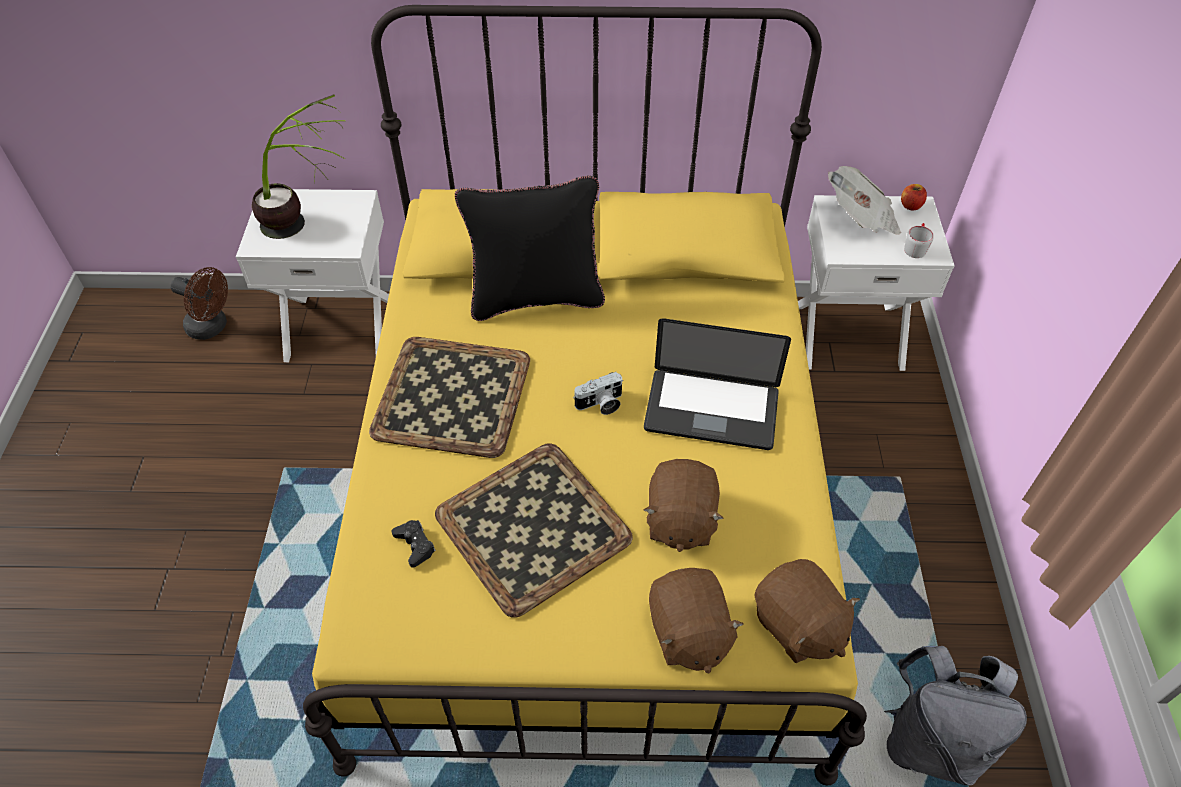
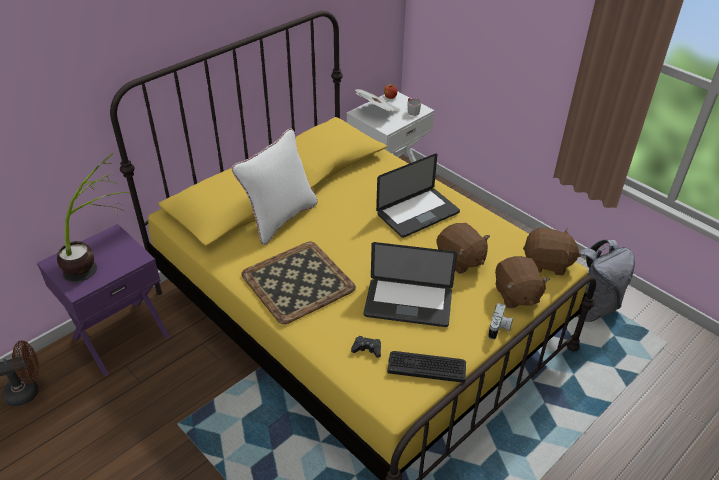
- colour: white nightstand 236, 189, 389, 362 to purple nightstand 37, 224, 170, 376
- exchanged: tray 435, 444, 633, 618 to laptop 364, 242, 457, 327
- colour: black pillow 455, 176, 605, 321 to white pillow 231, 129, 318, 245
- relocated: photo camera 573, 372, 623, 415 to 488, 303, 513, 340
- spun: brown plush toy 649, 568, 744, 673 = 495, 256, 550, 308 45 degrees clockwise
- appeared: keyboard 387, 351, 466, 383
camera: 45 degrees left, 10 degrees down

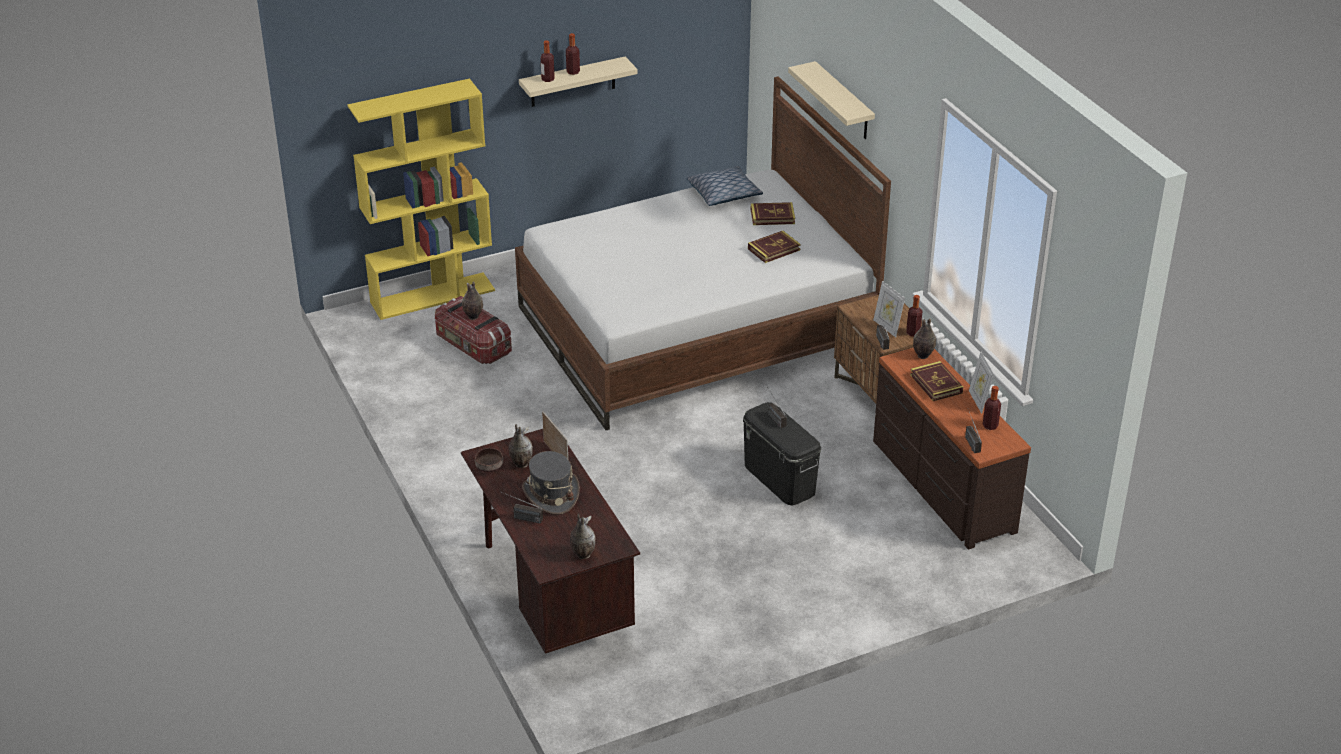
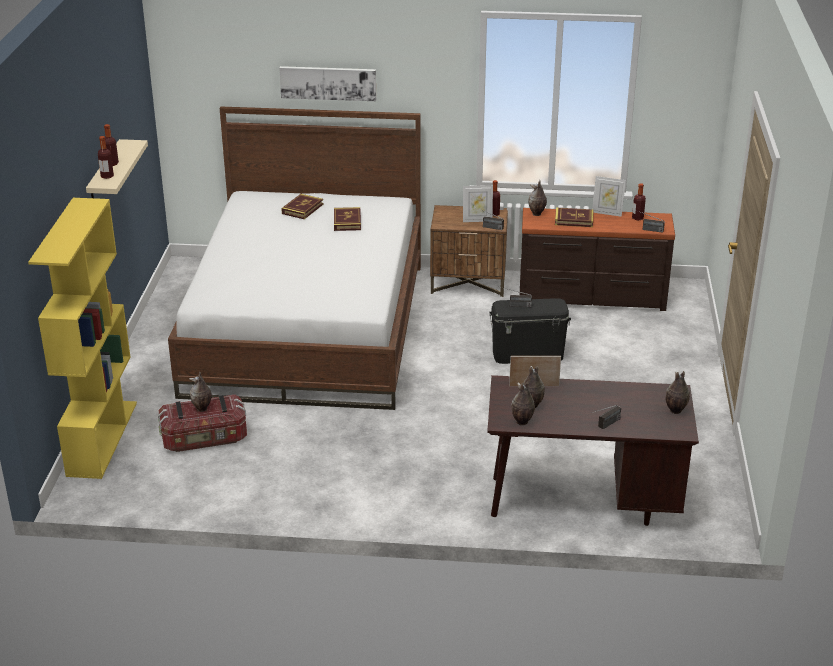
- exchanged: brown bowl 475, 448, 504, 472 to vase 511, 381, 535, 425
- missing: grey hat 522, 451, 580, 515
- missing: pillow 686, 166, 763, 206
- exchanged: beige shelf 788, 61, 875, 139 to picture 279, 66, 376, 101
camera: 60 degrees left, 5 degrees down

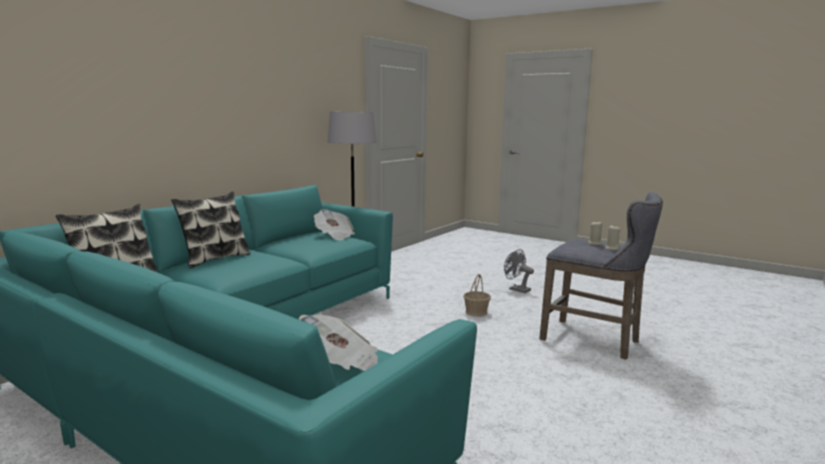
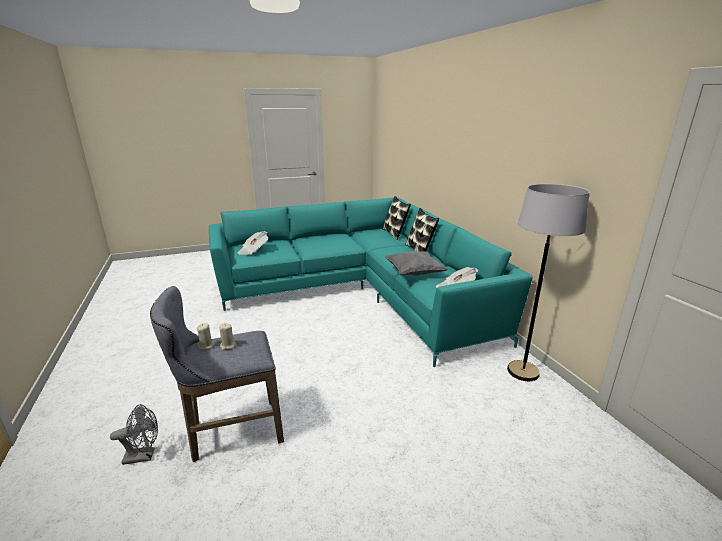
- missing: basket 463, 274, 491, 317
- relocated: grey fan 504, 249, 534, 293 to 110, 404, 158, 465
- appeared: grey pillow 385, 251, 449, 276
camera: 125 degrees right, 10 degrees up

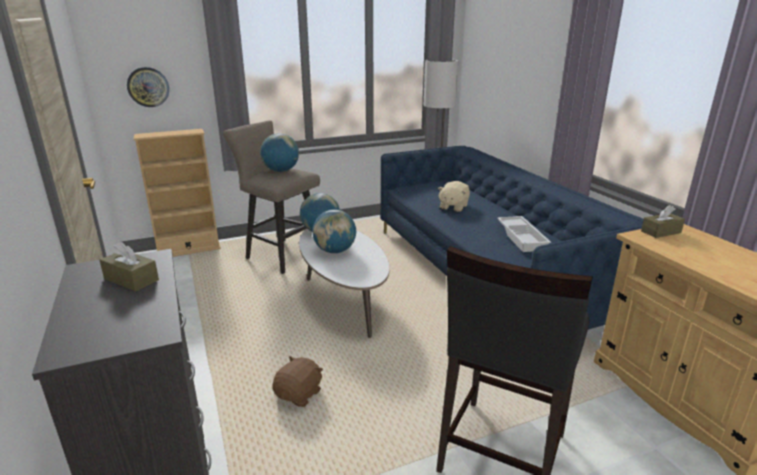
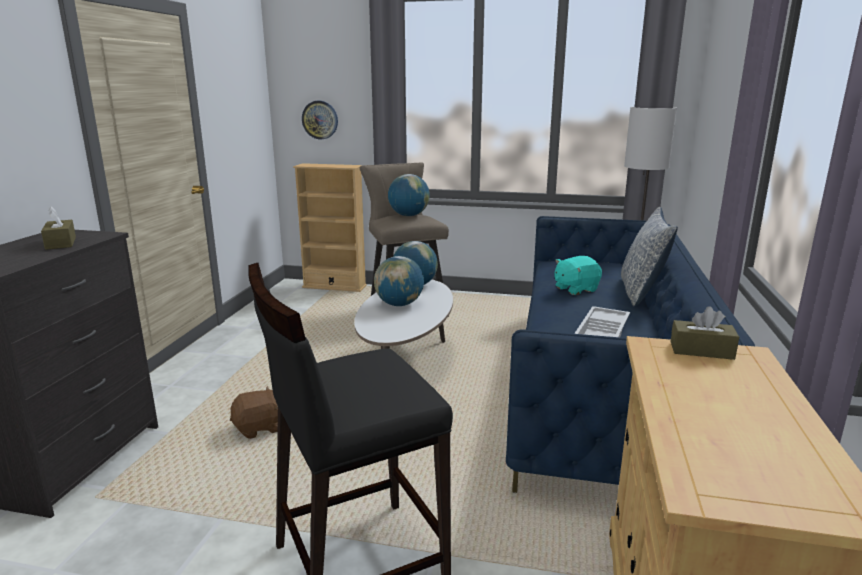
- colour: beige plush toy 438, 181, 470, 212 to turquoise plush toy 554, 256, 602, 295
- appeared: pillow 621, 207, 678, 307
camera: 35 degrees right, 5 degrees down

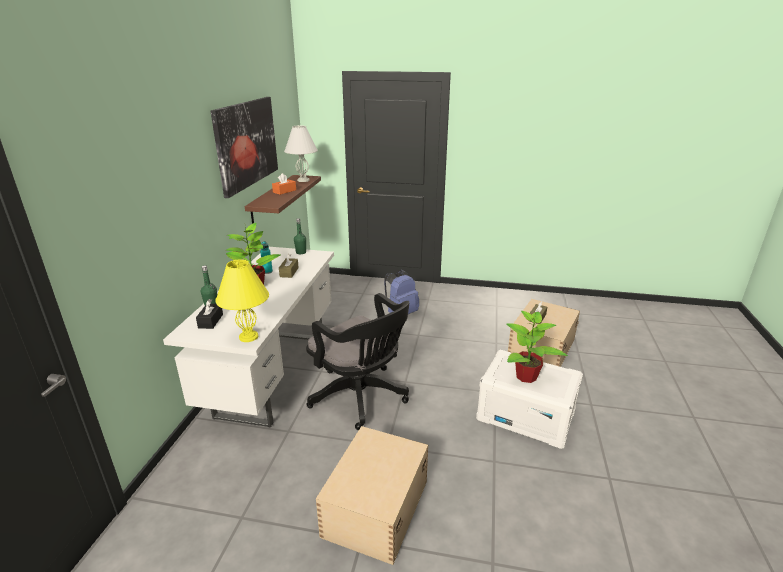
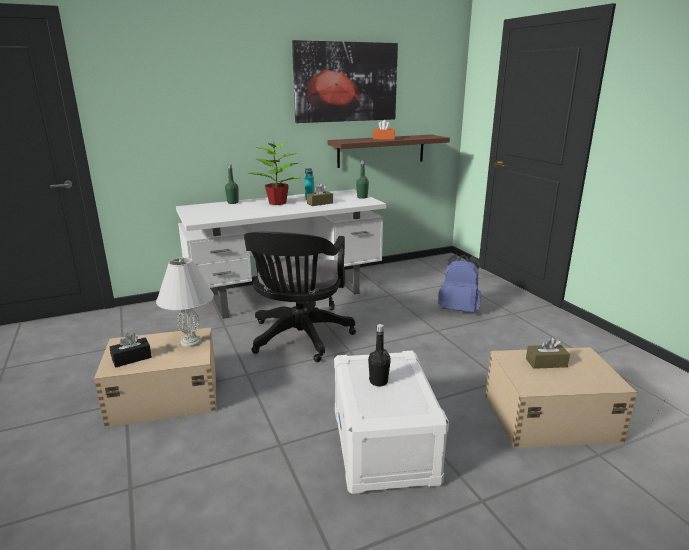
- relocated: black tissue box 196, 299, 223, 329 to 110, 333, 152, 367
- missing: yellow table lamp 215, 259, 269, 342
- relocated: white table lamp 284, 125, 318, 182 to 156, 258, 214, 347
- exchanged: potted plant 506, 311, 568, 383 to black bottle 368, 324, 391, 387
camera: 55 degrees right, 5 degrees down

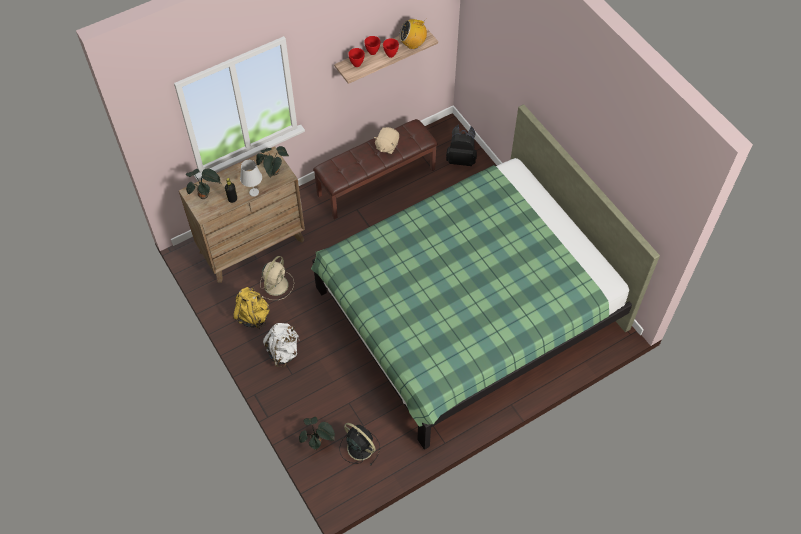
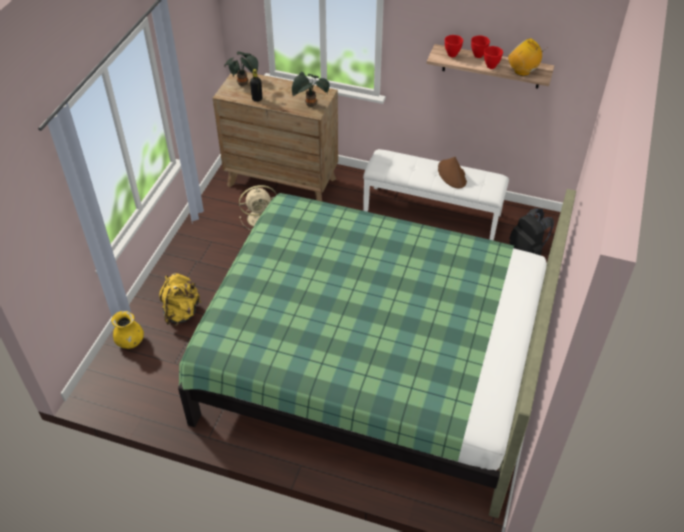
- relocated: yellow backpack 233, 287, 270, 329 to 159, 273, 201, 326
- missing: white table lamp 240, 160, 262, 196
- missing: white backpack 263, 323, 299, 367
- exchanged: potted plant 299, 417, 335, 451 to yellow vase 111, 311, 144, 349
- colour: brown bench 313, 119, 438, 219 to white bench 363, 149, 509, 240
- missing: black fan 339, 423, 380, 465
- exchanged: beige plush toy 374, 127, 399, 154 to brown hat 438, 157, 467, 188
camera: 50 degrees right, 10 degrees down

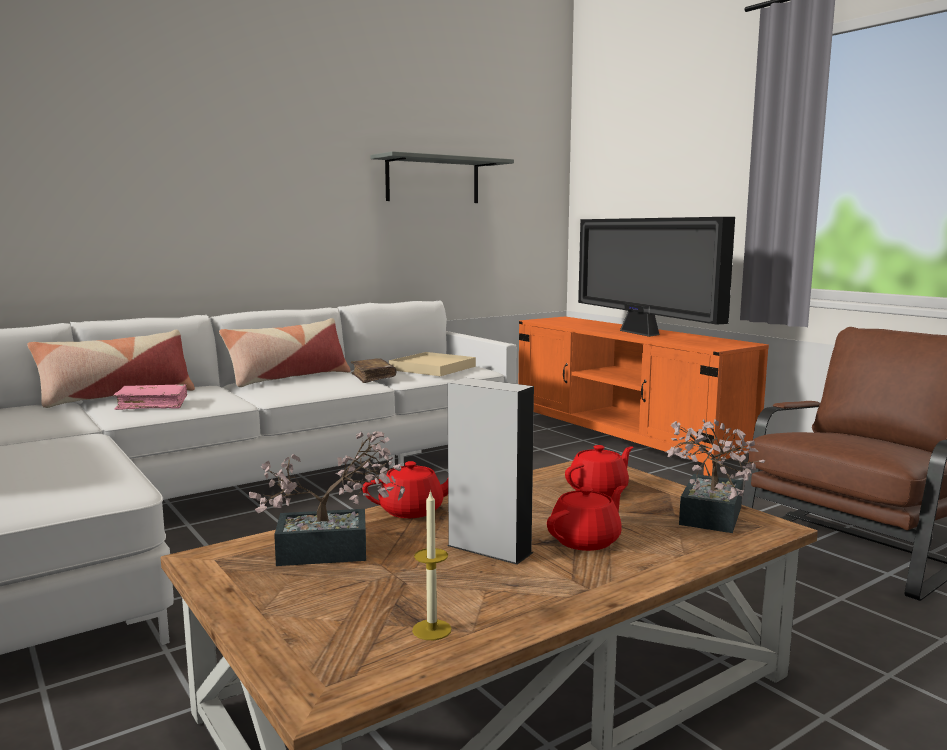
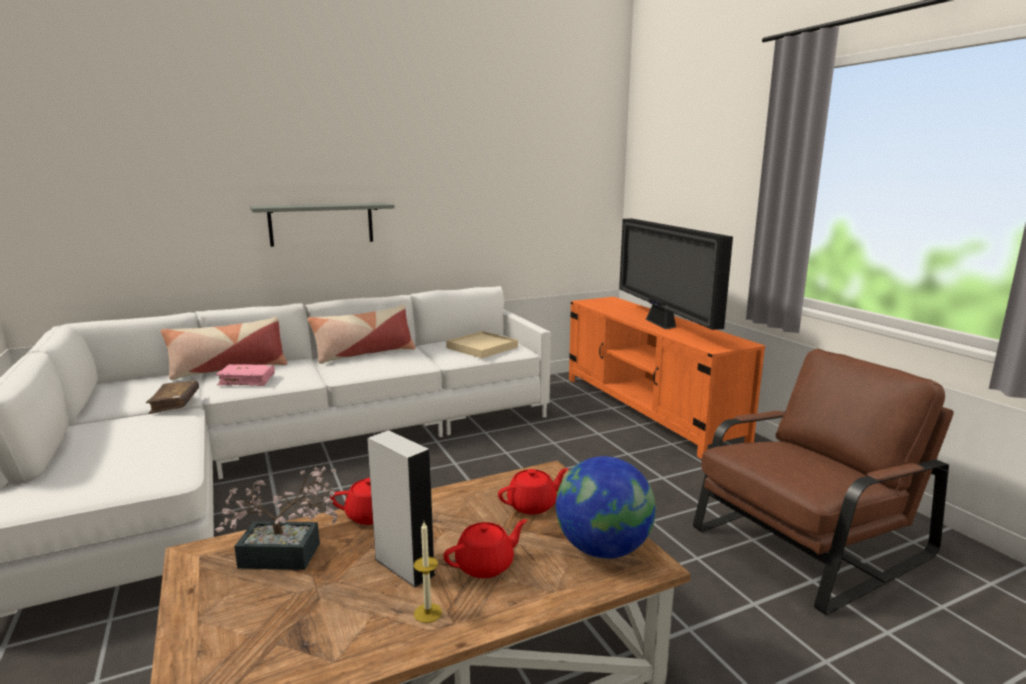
- relocated: brown book 351, 358, 396, 383 to 146, 381, 199, 414
- relocated: grey shelf 370, 151, 514, 203 to 250, 203, 395, 247
- relocated: candle 412, 490, 452, 640 to 414, 522, 442, 623
- exchanged: potted plant 666, 419, 766, 533 to globe 556, 456, 656, 559
camera: 10 degrees right, 5 degrees up

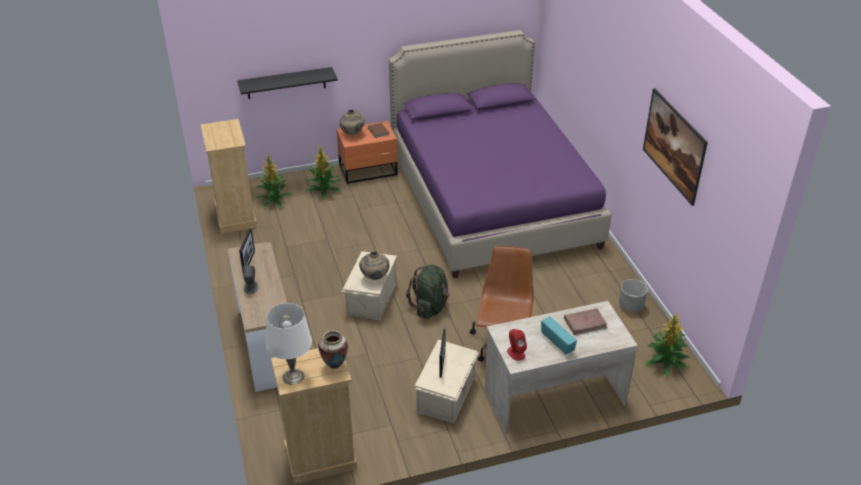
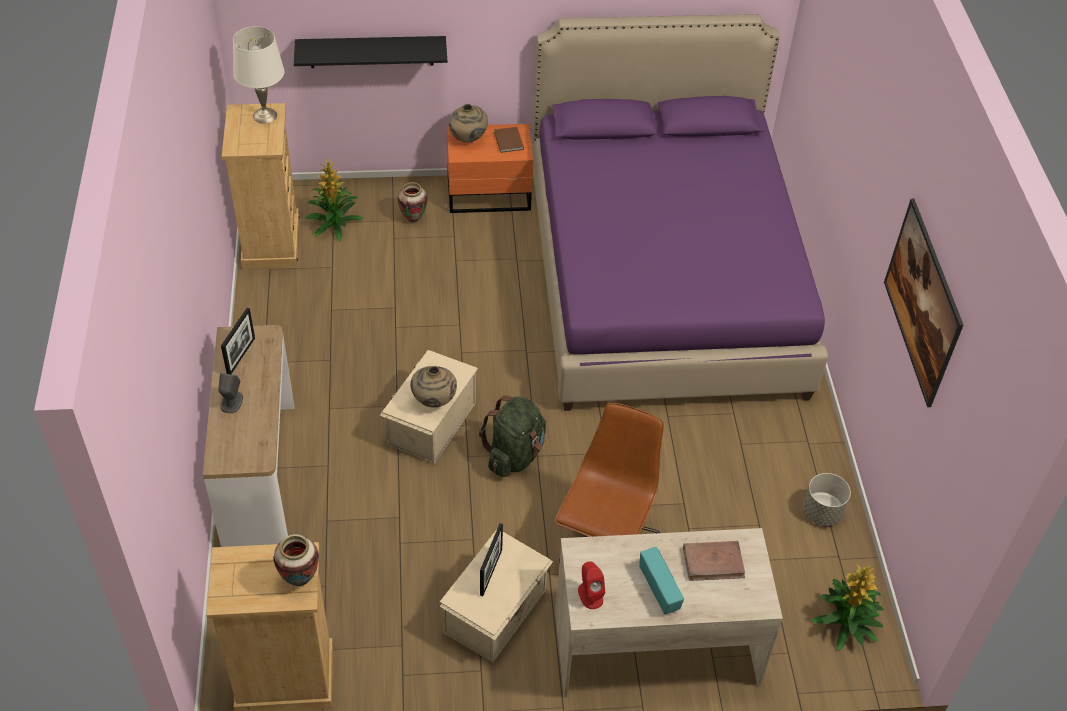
- relocated: white table lamp 266, 303, 312, 385 to 233, 26, 285, 124
- exchanged: potted plant 305, 145, 341, 200 to vase 397, 182, 428, 223
camera: 10 degrees right, 10 degrees up

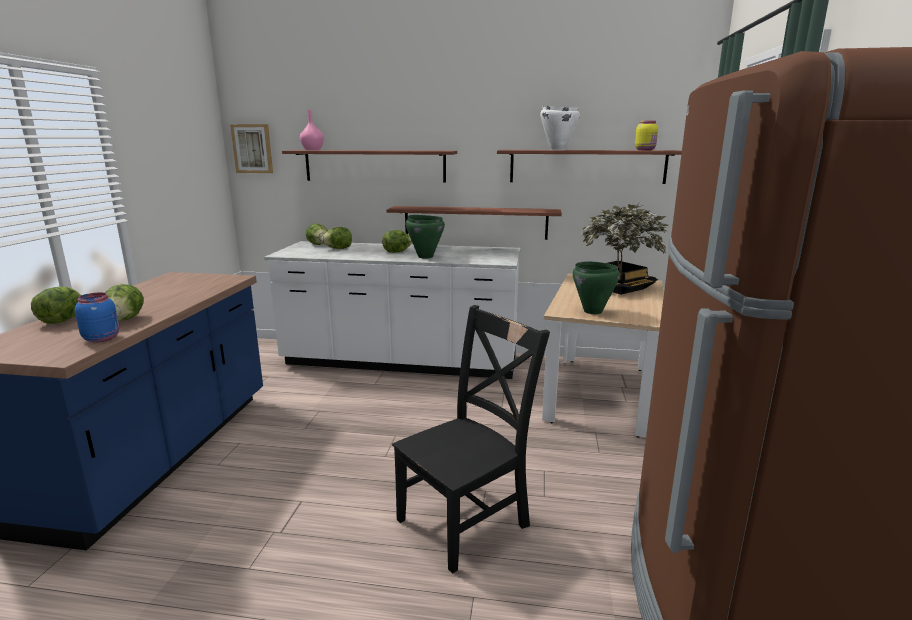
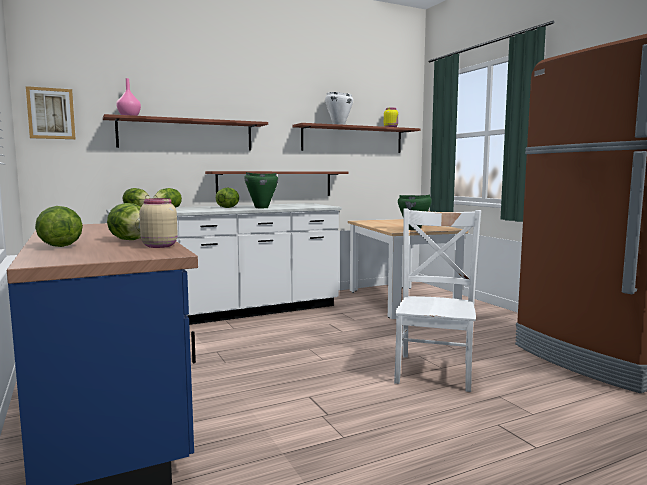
- colour: blue jar 75, 293, 119, 342 to beige jar 139, 198, 178, 248
- colour: black chair 392, 305, 550, 574 to white chair 394, 209, 481, 392
- missing: potted plant 581, 203, 669, 295
camera: 35 degrees left, 10 degrees down

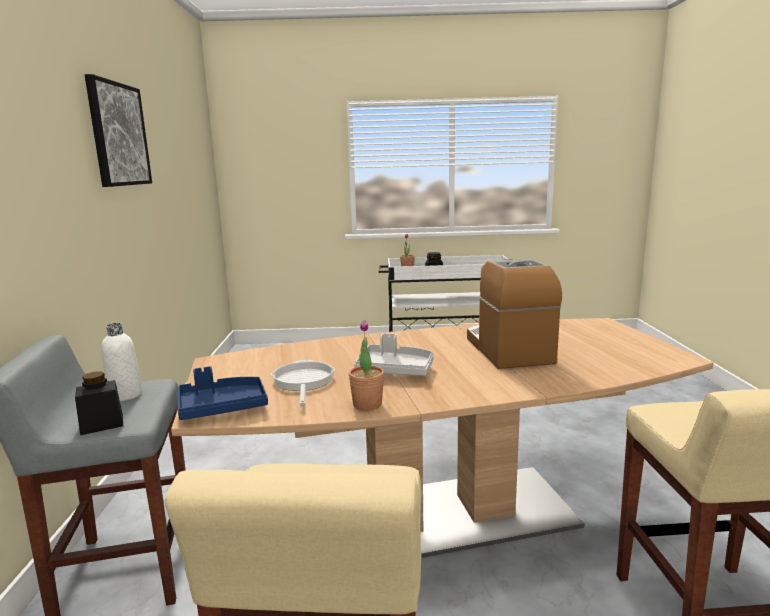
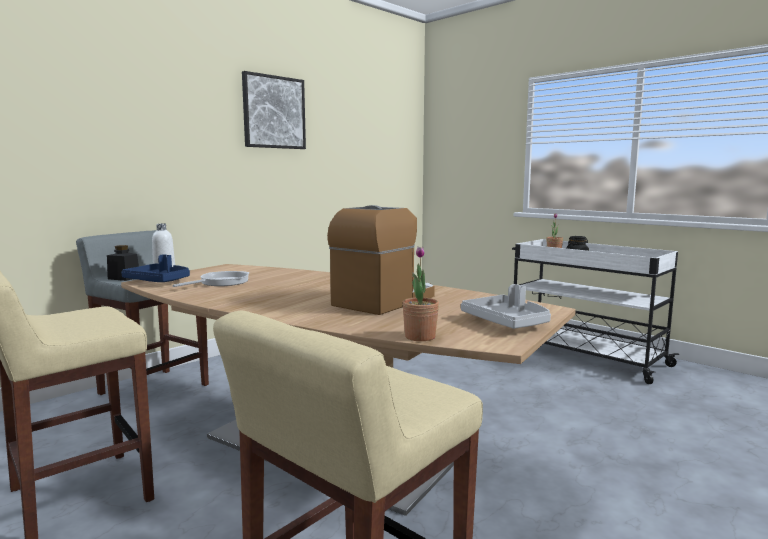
- relocated: potted plant 349, 320, 384, 410 to 402, 247, 439, 341
- relocated: grey tray 354, 333, 434, 376 to 461, 284, 551, 329
camera: 45 degrees right, 5 degrees down

